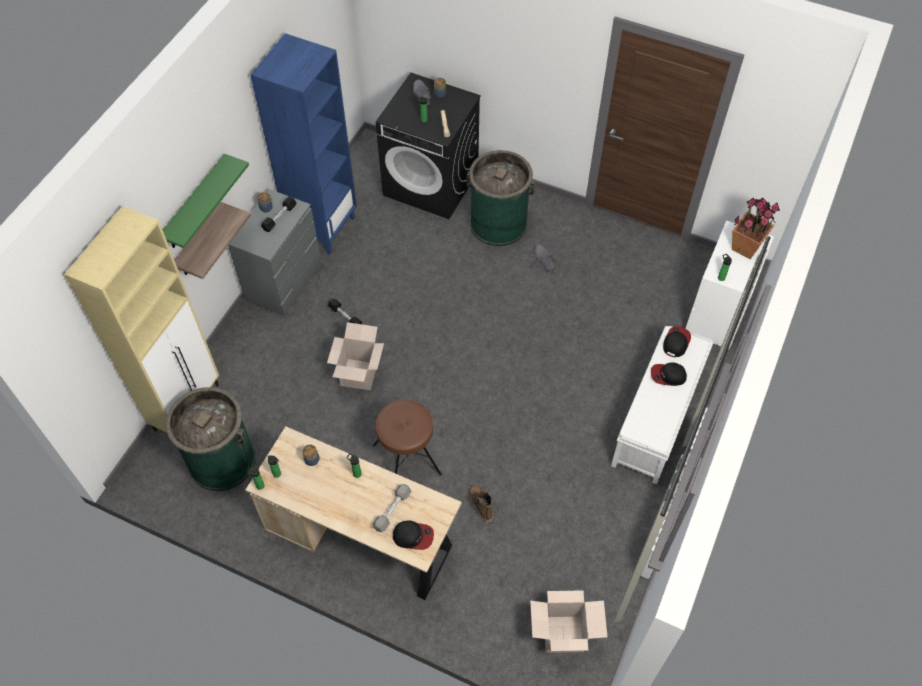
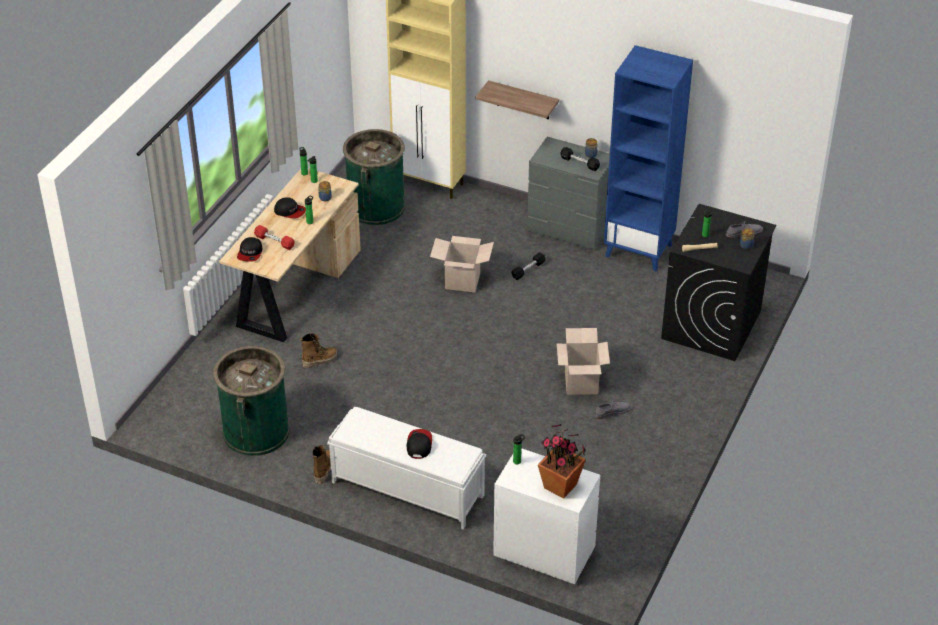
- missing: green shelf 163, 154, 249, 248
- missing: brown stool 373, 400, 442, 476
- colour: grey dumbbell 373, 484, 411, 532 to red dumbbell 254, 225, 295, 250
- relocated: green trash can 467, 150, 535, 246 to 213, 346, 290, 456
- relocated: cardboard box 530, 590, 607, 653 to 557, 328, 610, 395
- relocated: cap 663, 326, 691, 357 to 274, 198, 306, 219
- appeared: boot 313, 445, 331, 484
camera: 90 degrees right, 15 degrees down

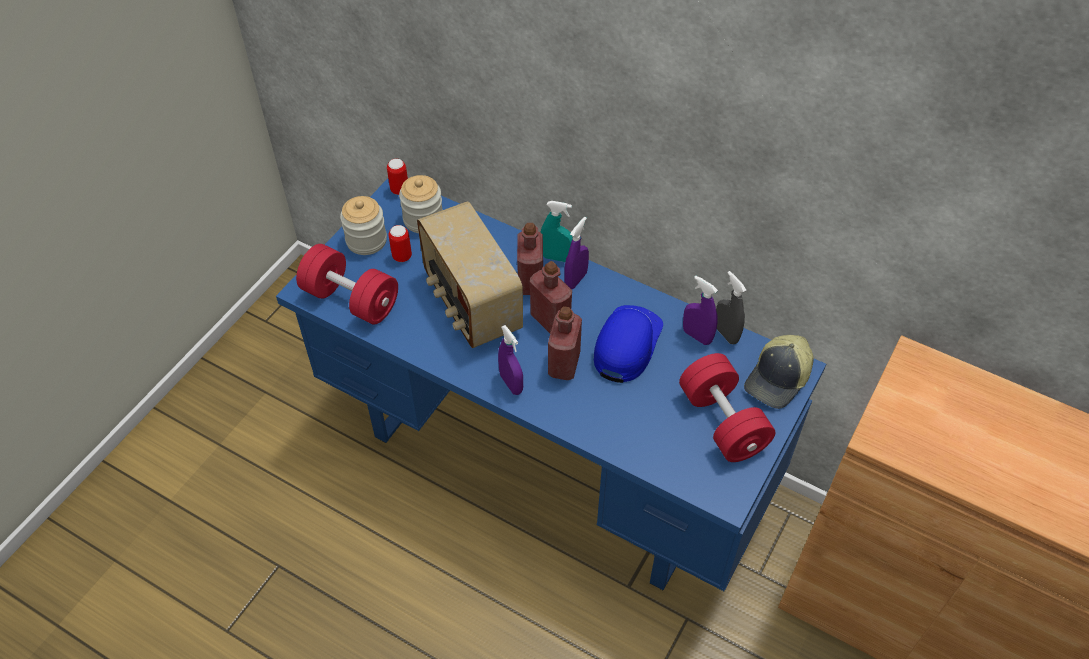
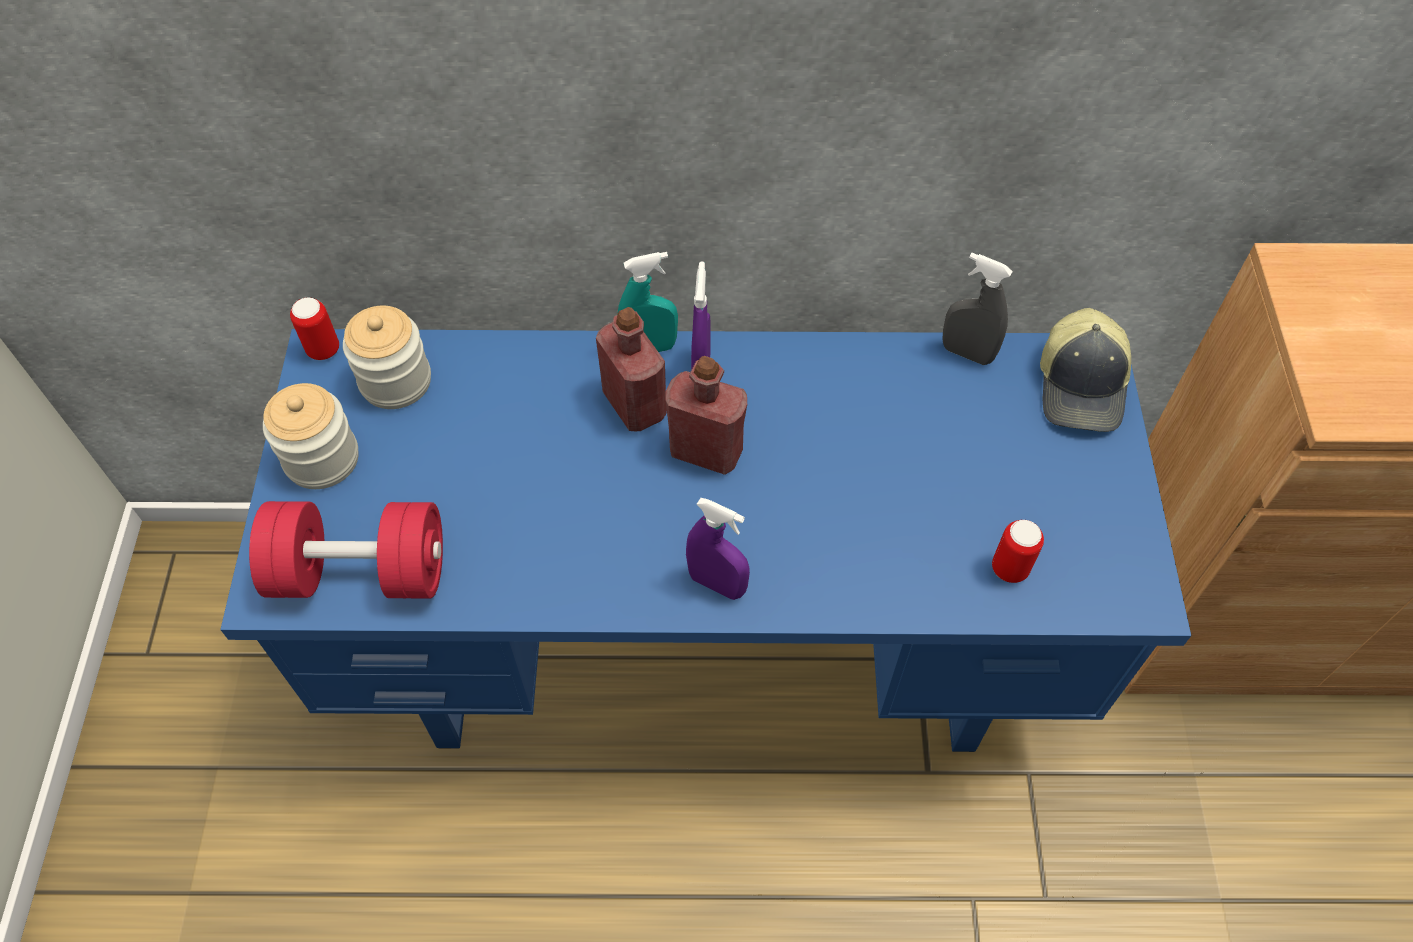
- relocated: can 389, 225, 412, 262 to 992, 520, 1044, 583
- missing: radio 417, 201, 523, 348
- missing: red bottle 548, 306, 582, 380
- missing: blue cap 594, 305, 663, 383
- missing: red dumbbell 679, 353, 775, 462
- missing: purple spray bottle 683, 276, 718, 345
camera: 30 degrees left, 5 degrees up

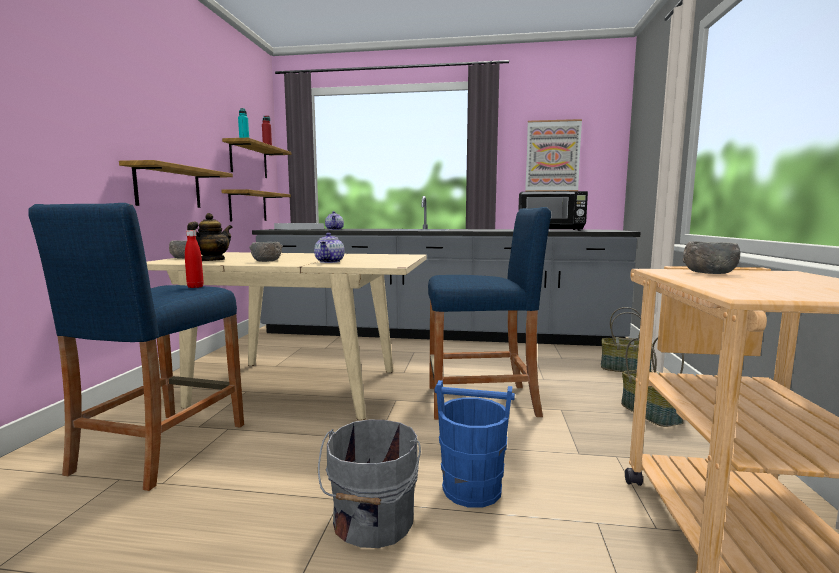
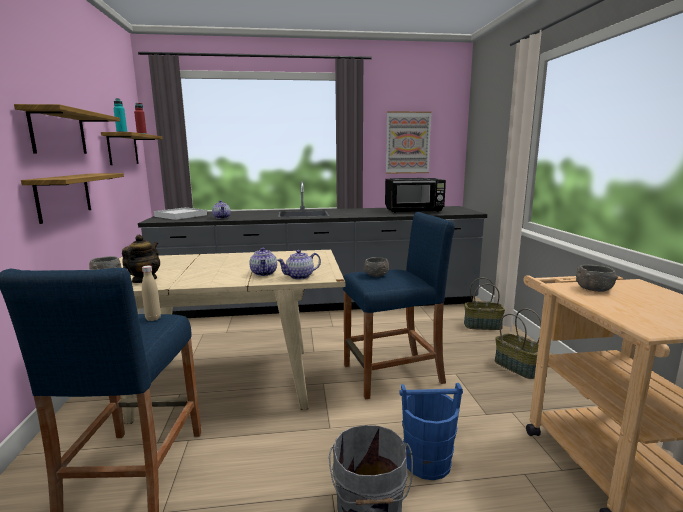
- colour: red bottle 185, 230, 204, 288 to beige bottle 142, 266, 161, 321
- relocated: shelf 221, 189, 291, 221 to 14, 104, 120, 154
- relocated: grey bowl 249, 242, 283, 262 to 364, 257, 389, 277
- appeared: teapot 277, 250, 321, 279
camera: 15 degrees left, 5 degrees up

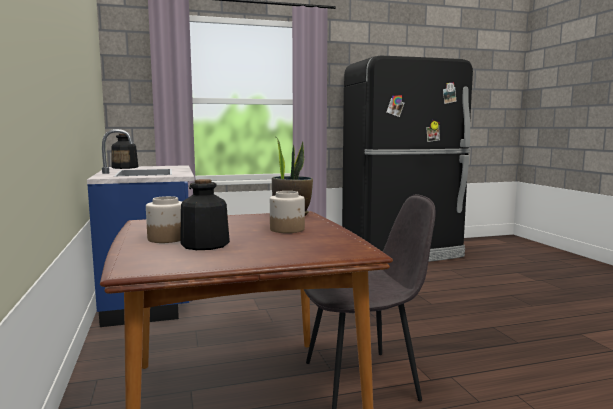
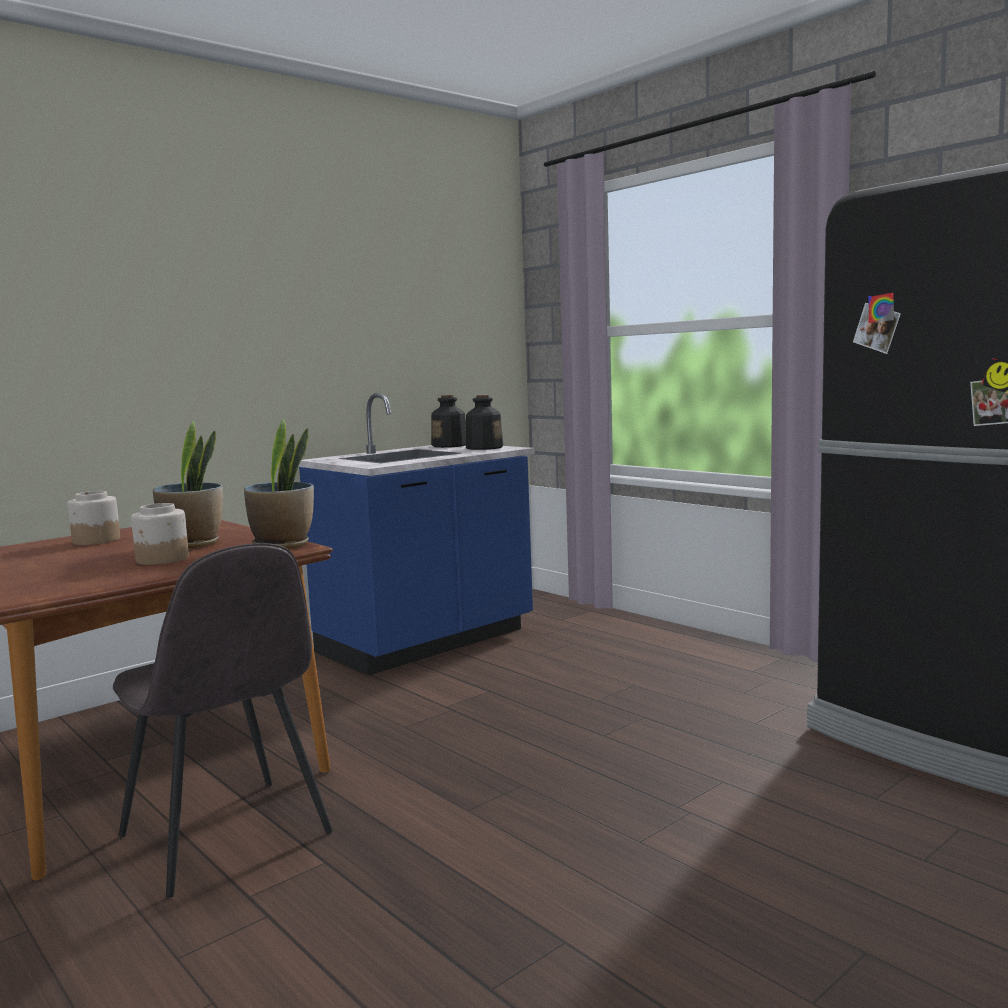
- relocated: bottle 180, 179, 230, 250 to 466, 395, 503, 450
- appeared: potted plant 153, 421, 223, 549
camera: 65 degrees right, 0 degrees up

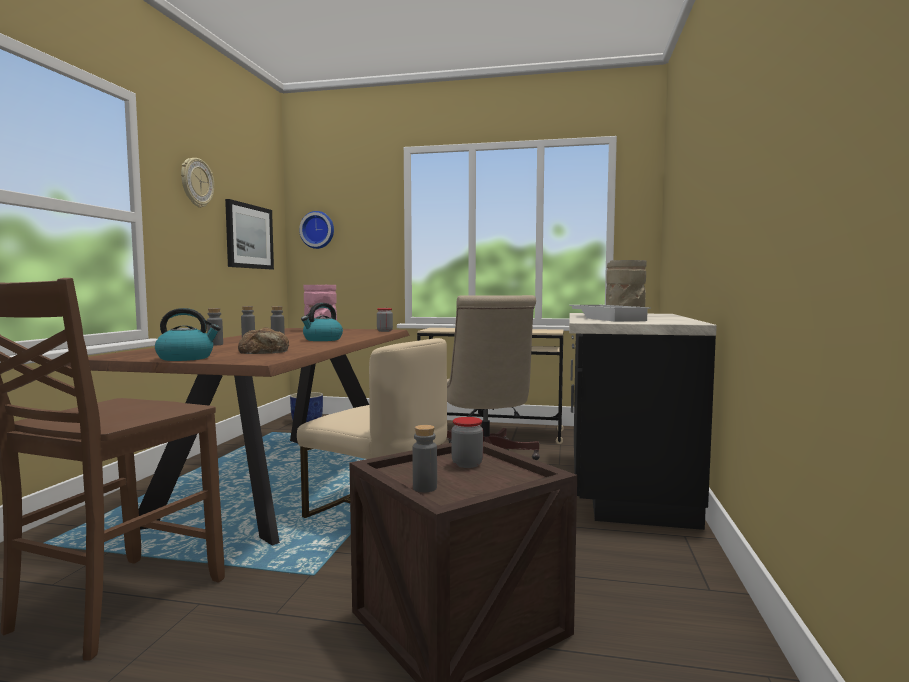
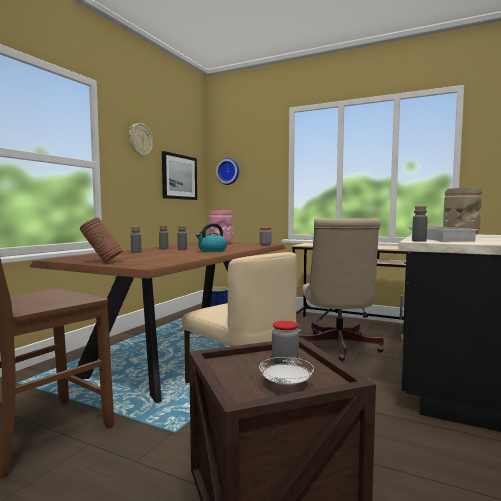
- exchanged: kettle 155, 308, 221, 361 to brown vase 80, 217, 123, 262
- missing: bread 238, 327, 289, 354
- relocated: grey bottle 413, 425, 437, 492 to 412, 206, 428, 242
- appeared: white plate 259, 357, 314, 385
camera: 15 degrees right, 0 degrees up

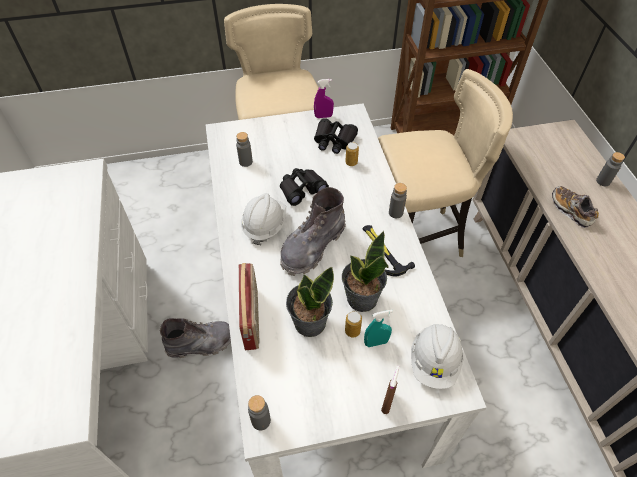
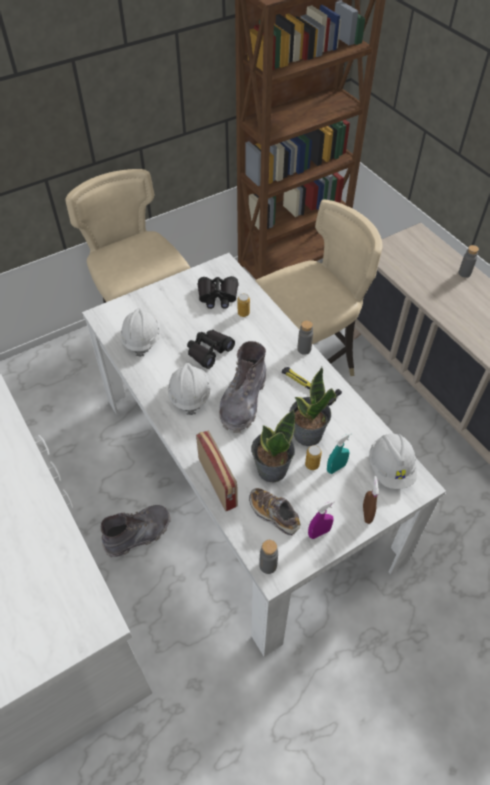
- exchanged: grey bottle 236, 132, 253, 167 to white hard hat 121, 308, 161, 357
- relocated: purple spray bottle 314, 79, 334, 118 to 308, 500, 335, 539
- relocated: shoe 552, 186, 599, 228 to 249, 488, 300, 536
camera: 20 degrees left, 0 degrees up

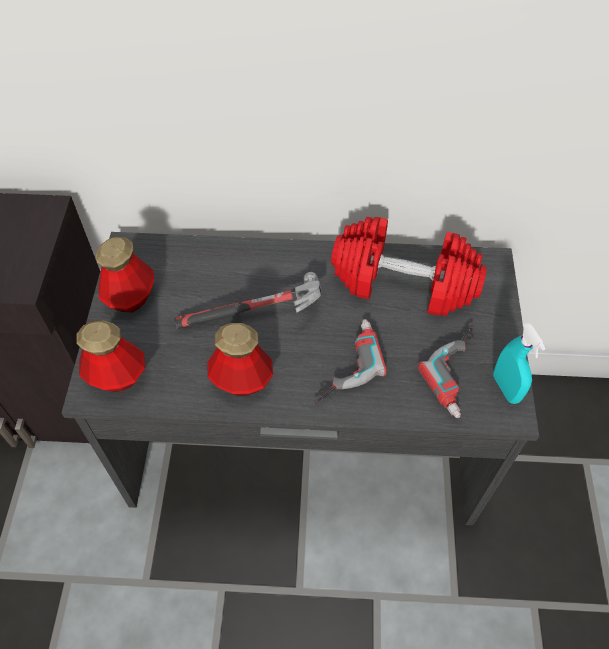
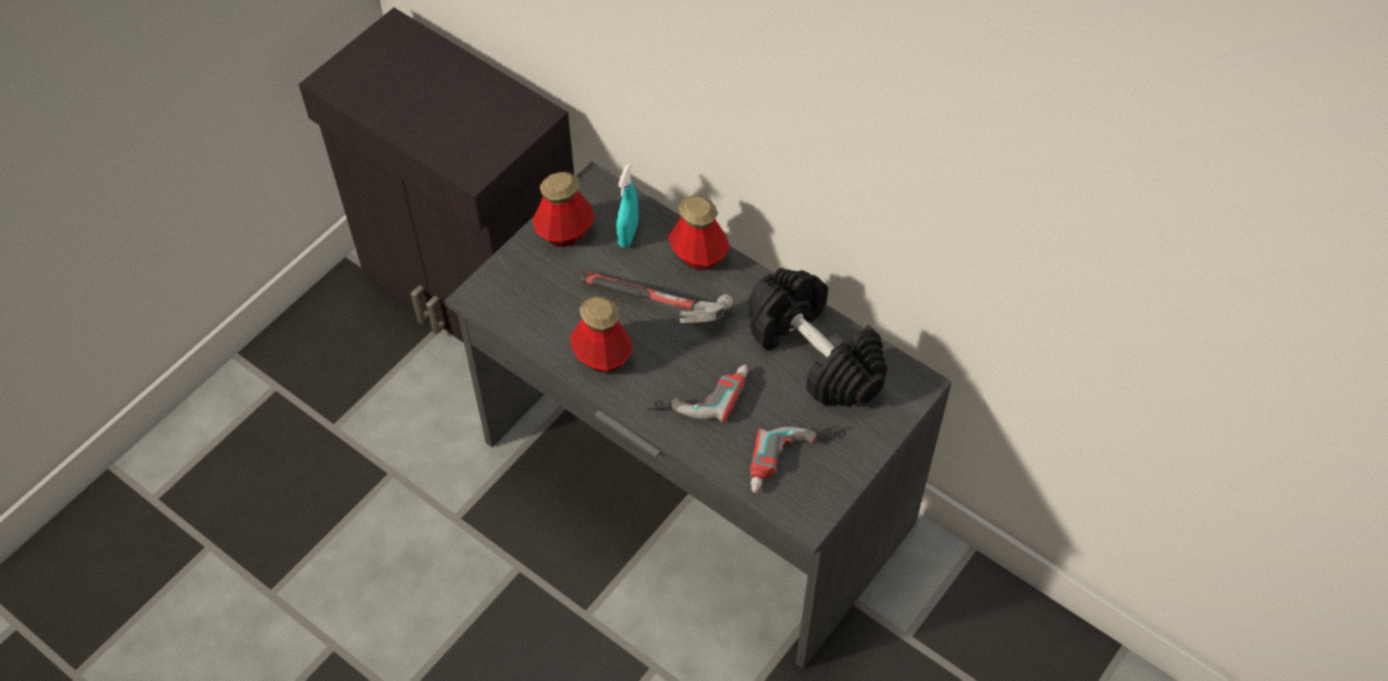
- relocated: bottle 76, 320, 145, 392 to 668, 195, 730, 270
- colour: red dumbbell 331, 217, 487, 316 to black dumbbell 749, 268, 887, 407
- relocated: turquoise spray bottle 493, 322, 546, 404 to 616, 164, 638, 248
camera: 35 degrees right, 0 degrees up

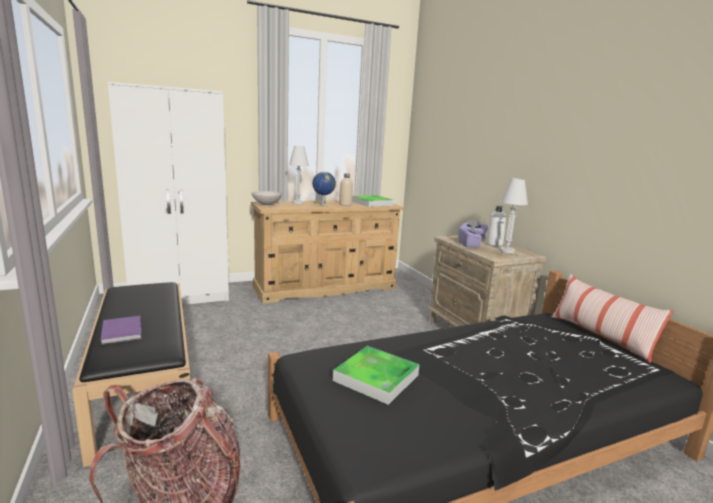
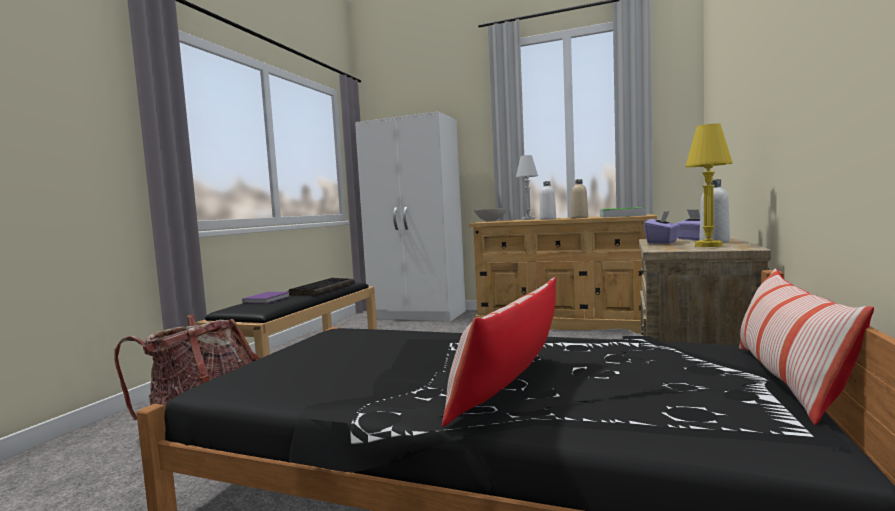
- exchanged: globe 312, 172, 336, 206 to white bottle 540, 181, 556, 220
- missing: tray 333, 346, 419, 405
- colour: white table lamp 499, 178, 528, 253 to yellow table lamp 685, 124, 733, 247
- appeared: keyboard 288, 278, 355, 296
- appeared: pillow 442, 277, 556, 427
camera: 45 degrees right, 10 degrees down

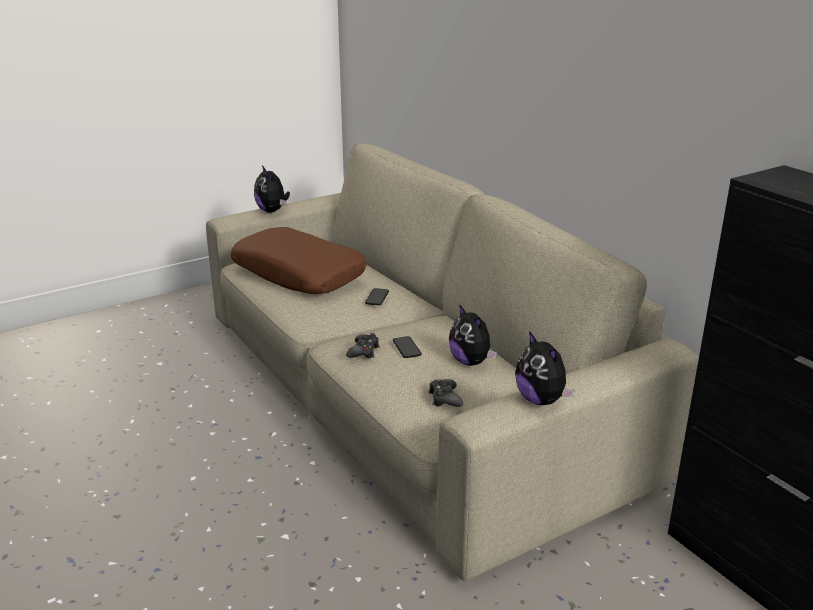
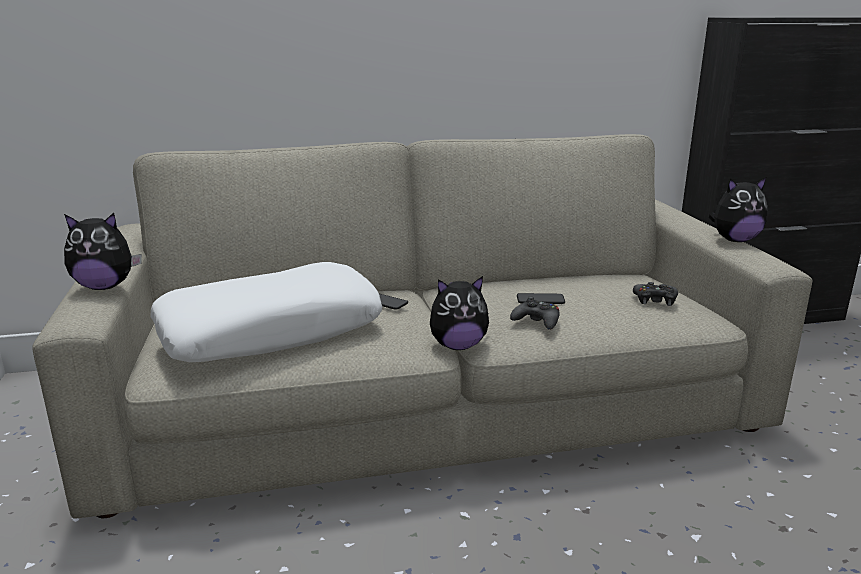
- colour: brown pillow 231, 227, 367, 294 to white pillow 150, 262, 383, 362
- relocated: plush toy 449, 304, 497, 366 to 430, 276, 489, 350
camera: 70 degrees left, 5 degrees down

